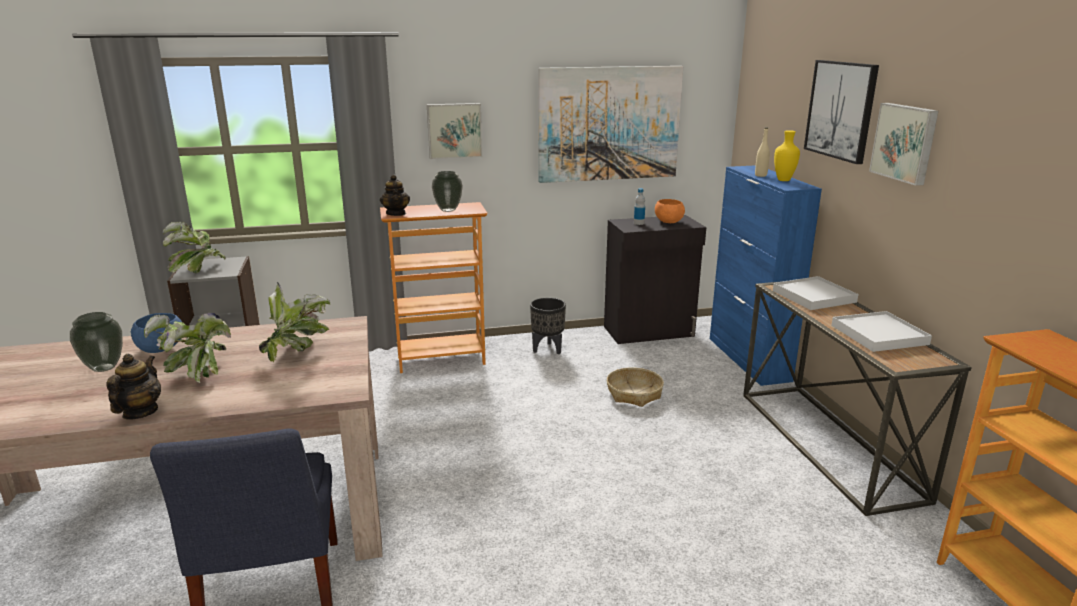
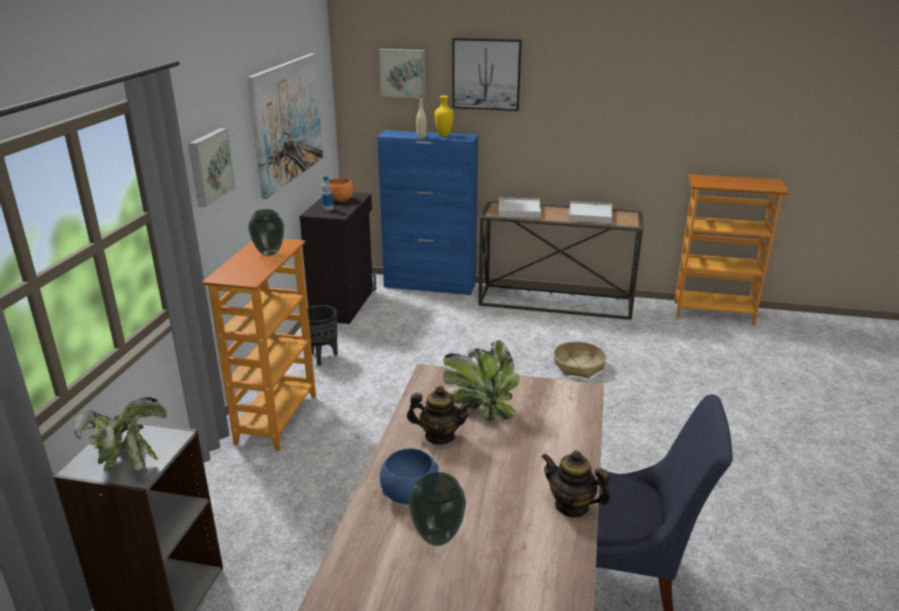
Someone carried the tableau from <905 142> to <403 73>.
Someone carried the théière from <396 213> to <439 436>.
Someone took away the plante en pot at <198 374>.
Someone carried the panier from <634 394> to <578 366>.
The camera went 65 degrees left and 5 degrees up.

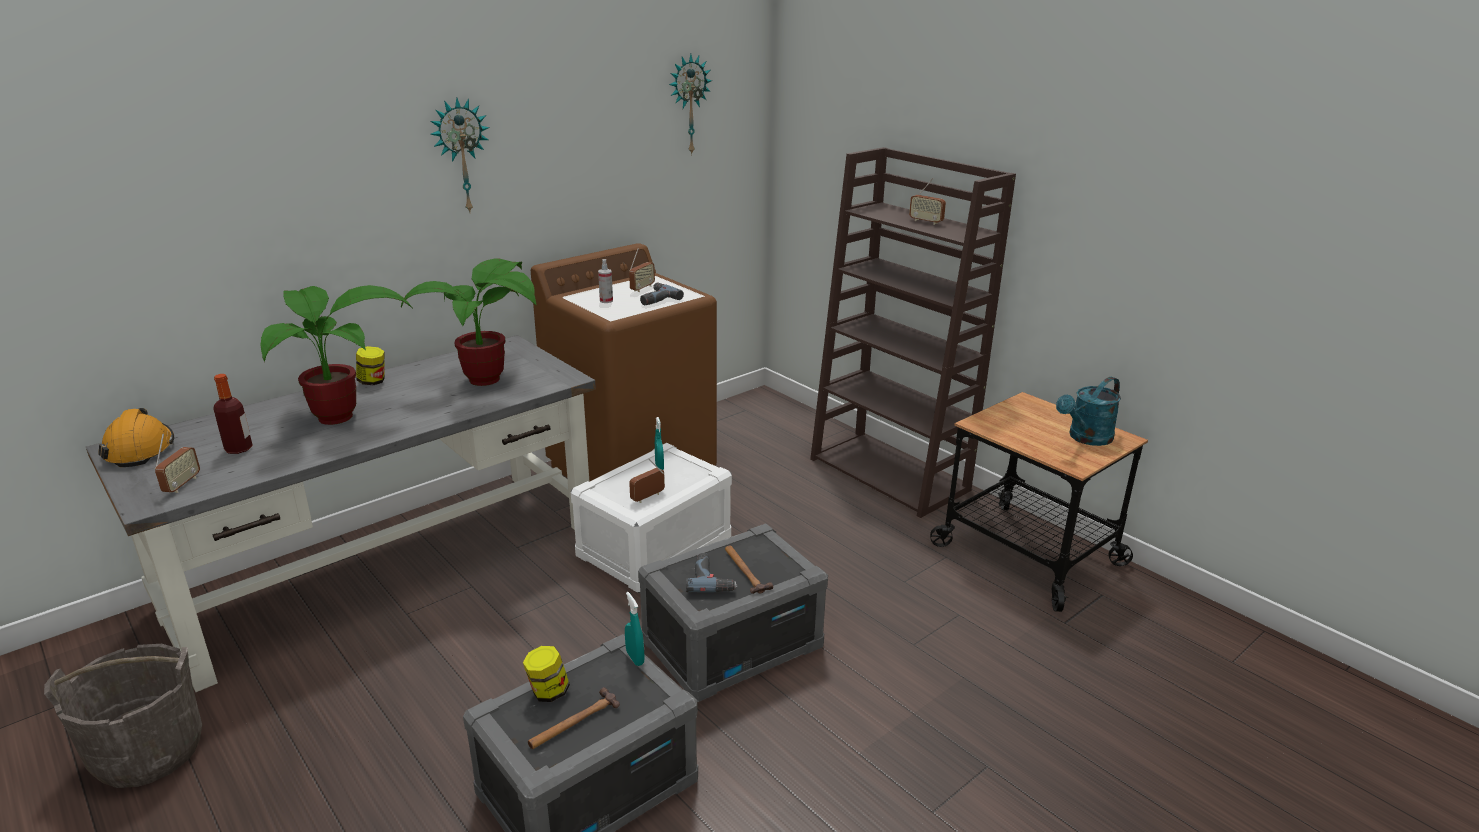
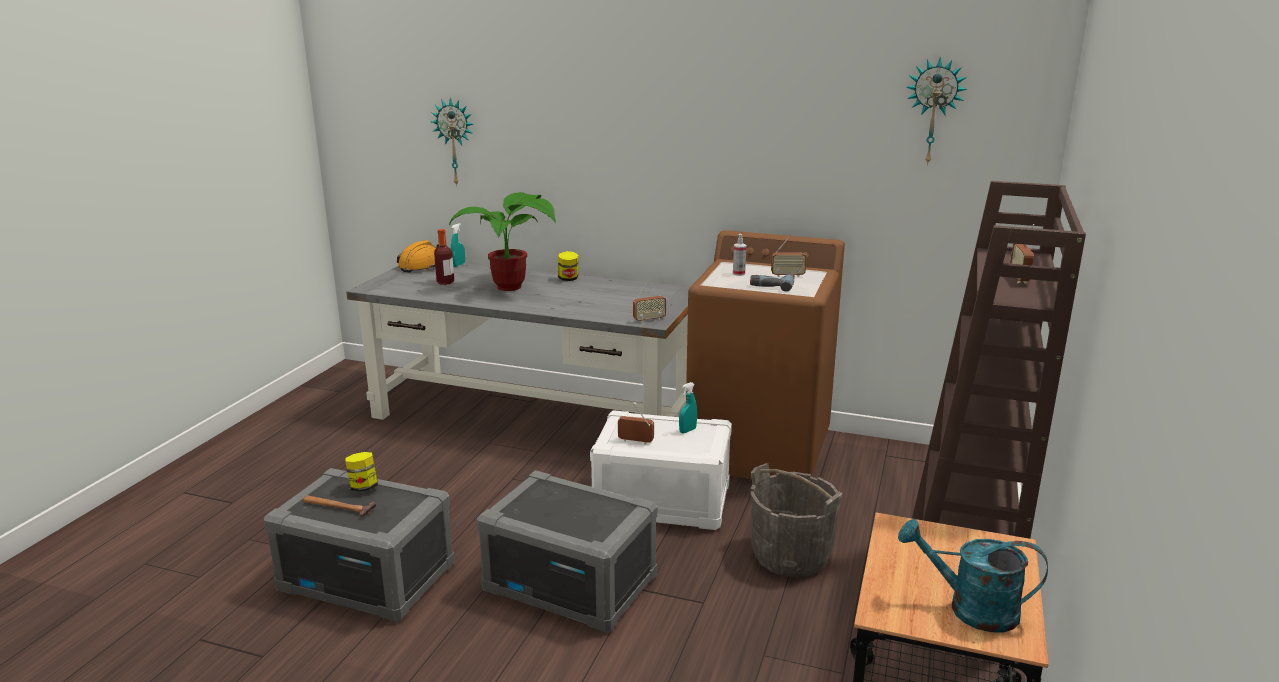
Someone carried the horloge murale from <461 156> to <455 142>.
Someone took away the plante en pot at <490 380>.
Someone carried the radio from <182 485> to <649 320>.
Someone took away the marteau at <745 571>.
Someone took away the perceuse at <712 579>.
Someone carried the vaporisateur [turquoise] from <635 658> to <458 265>.
Someone carried the seau [gris] from <149 751> to <791 555>.
The camera went 60 degrees right and 5 degrees down.

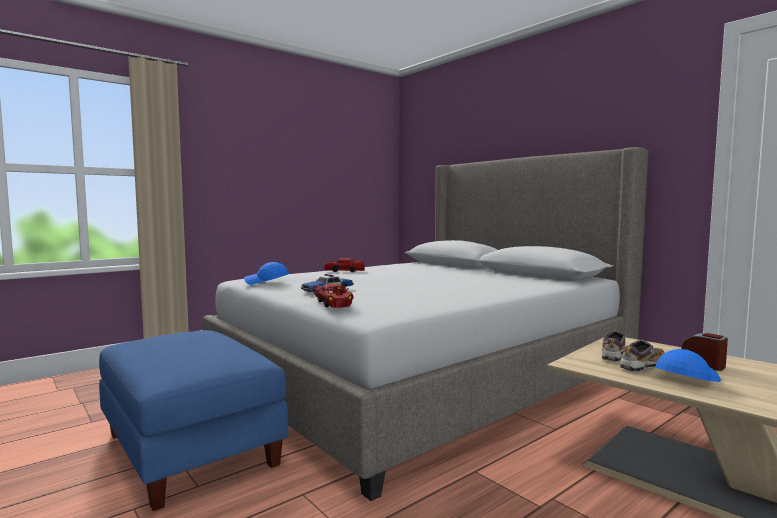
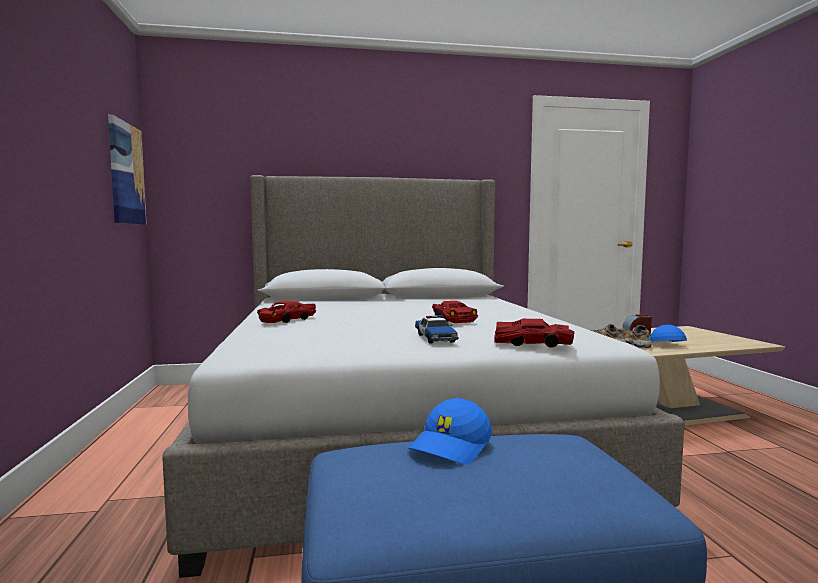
Someone carried the casquette [bleu] from <266 282> to <452 447>.
Someone put up the tableau at <126 174>.
Someone put down the petite voiture [rouge] at <452 319>.
The camera went 60 degrees left and 0 degrees up.

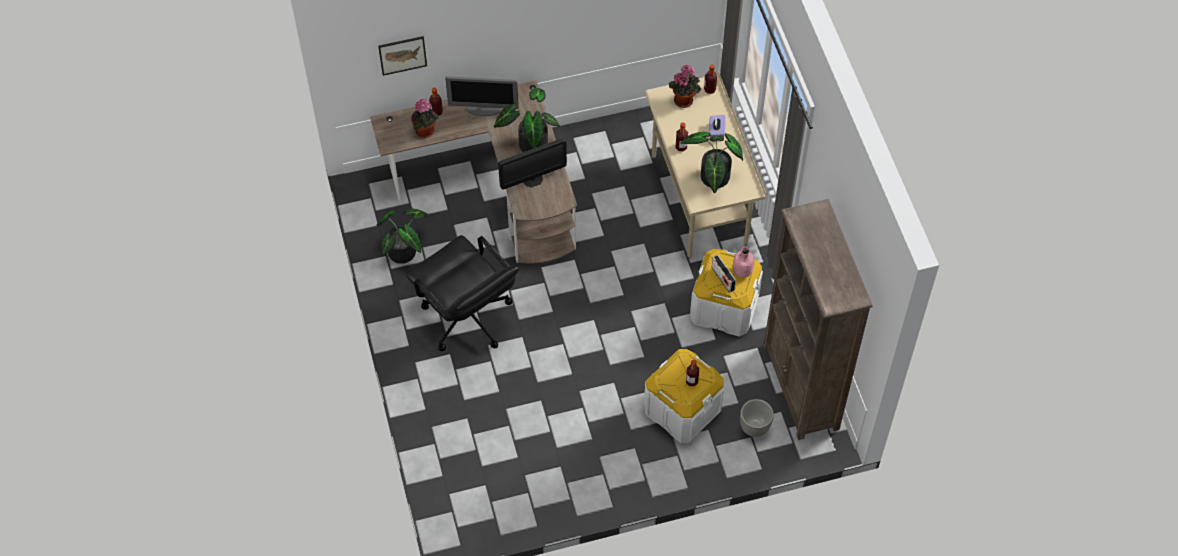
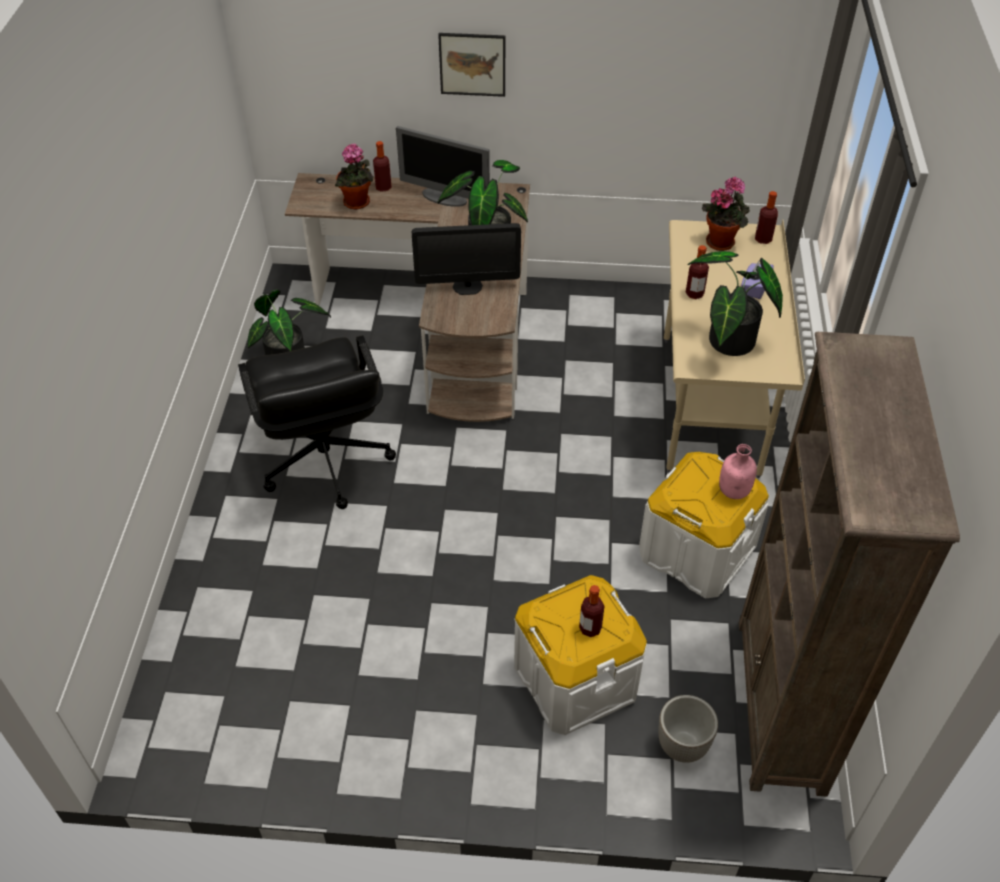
Someone carried the tableau from <402 55> to <472 64>.
Someone took away the radio at <723 278>.
The camera went 20 degrees right and 10 degrees down.

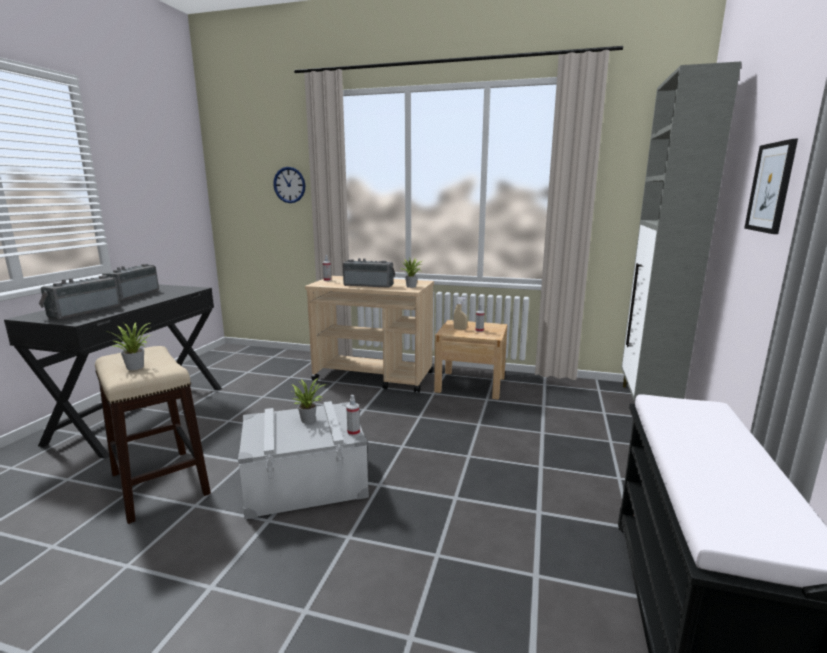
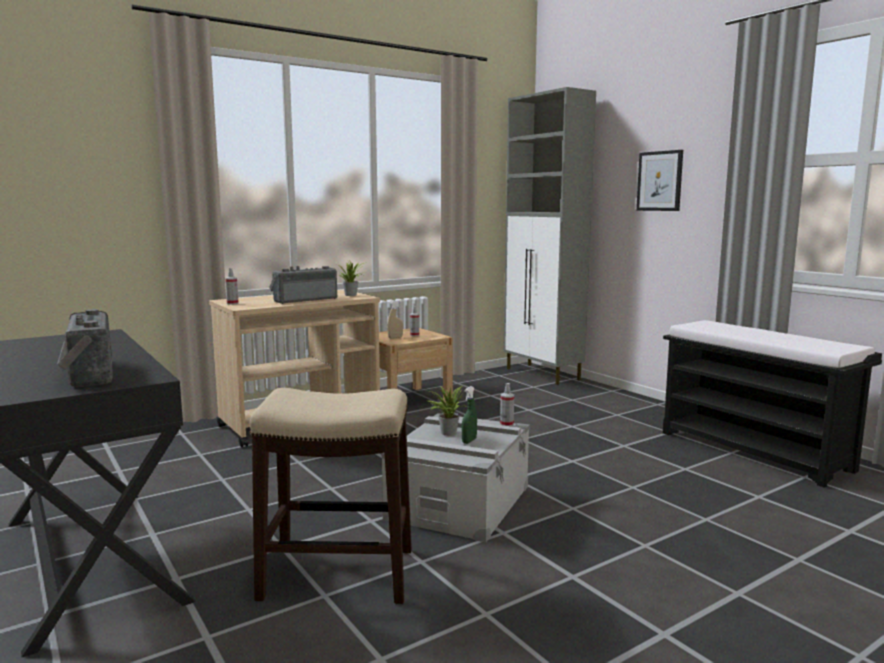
Someone took away the horloge murale at <289 185>.
Someone took away the radio at <131 295>.
Someone took away the plante en pot at <136 366>.
Someone put down the vaporisateur [vert] at <469 441>.
The camera went 50 degrees left and 5 degrees down.

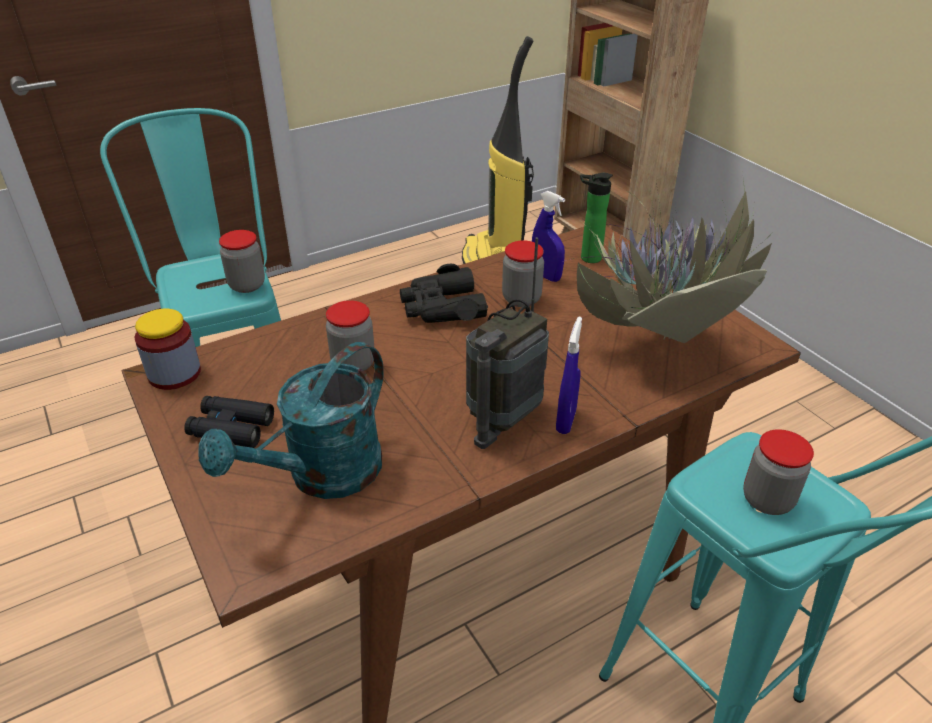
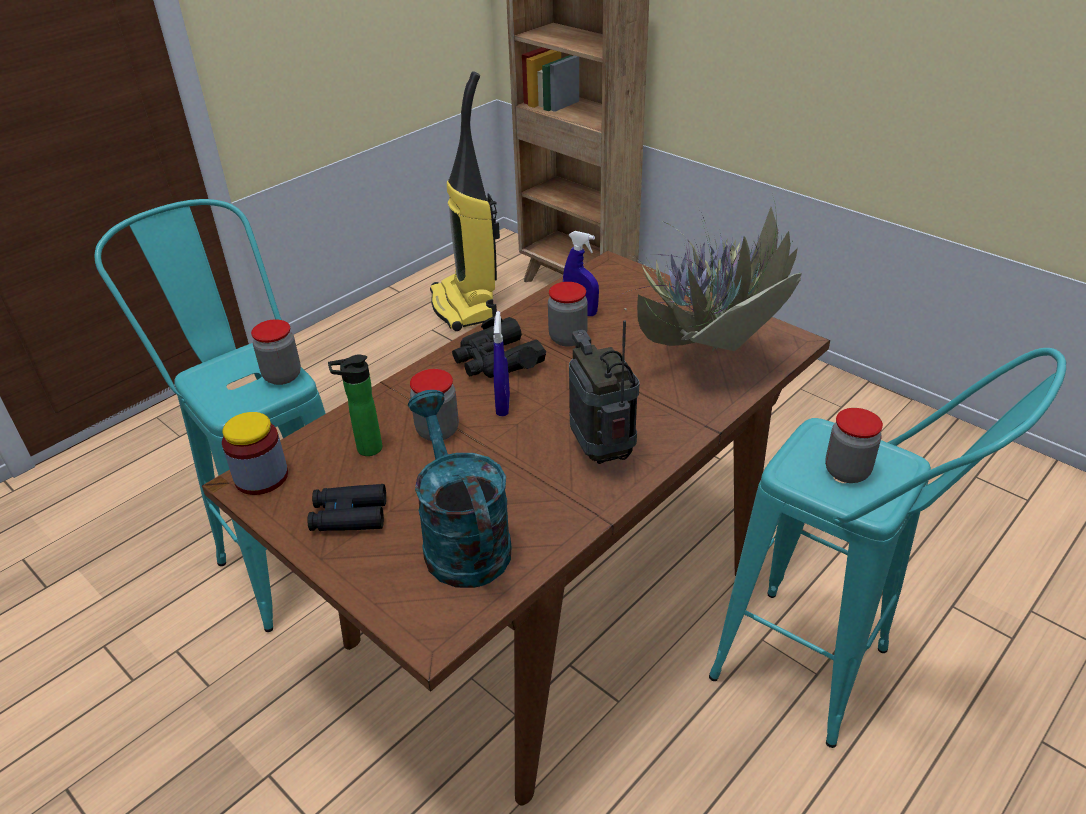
Someone carried the bouteille from <587 258> to <365 449>.
Someone rotated the radio at <503 419> by 135 degrees clockwise.
Someone carried the vaporisateur [bleu] from <566 421> to <503 405>.
Someone rotated the arrosoir [turquoise] at <322 476> by 135 degrees clockwise.
The camera went 15 degrees left and 0 degrees up.

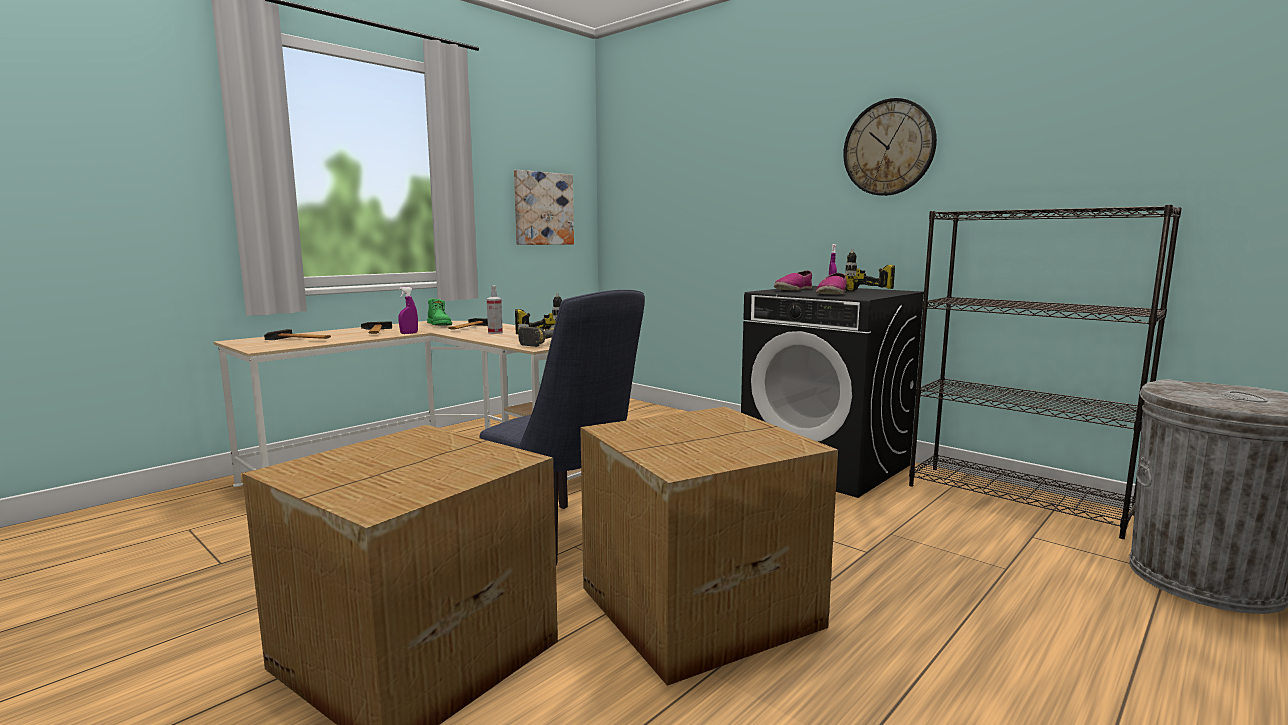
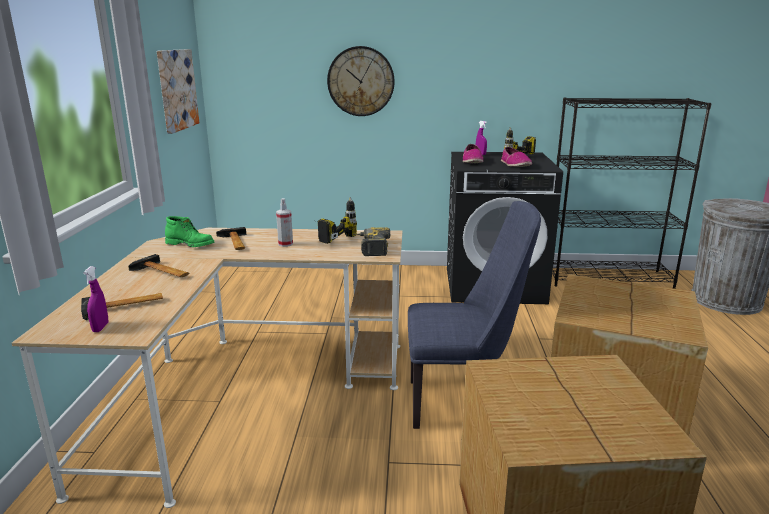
Someone carried the horloge murale from <889 148> to <361 81>.
Someone carried the vaporisateur [violet] from <409 333> to <100 327>.
The camera went 40 degrees left and 10 degrees up.

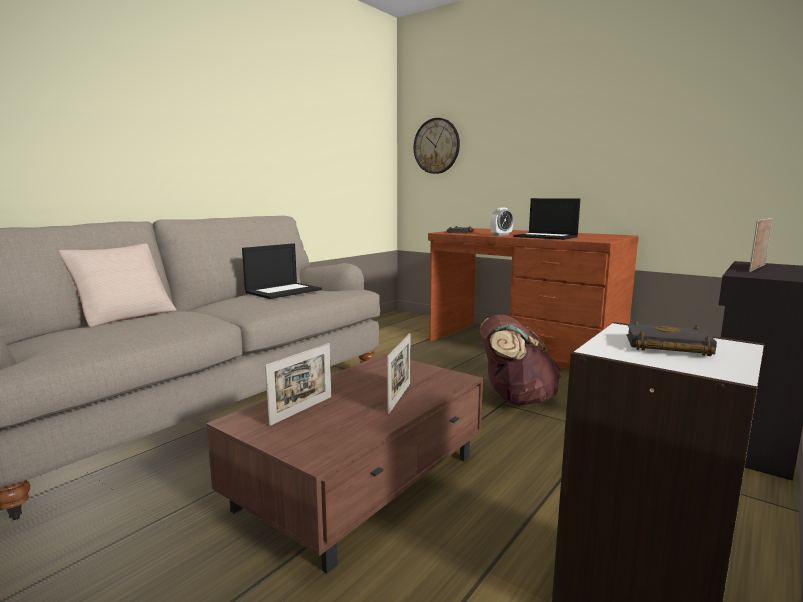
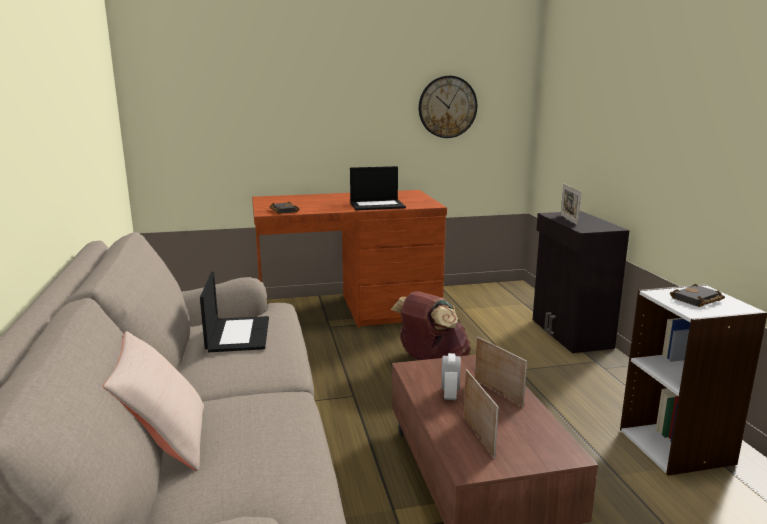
Someone carried the horloge murale from <436 146> to <447 107>.
Someone carried the réveil from <501 235> to <450 394>.
The camera went 50 degrees left and 5 degrees up.

